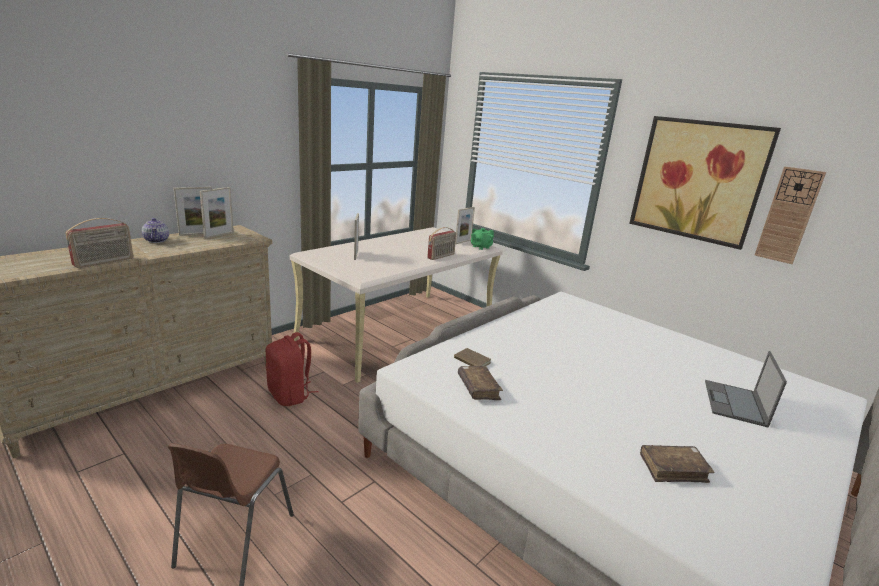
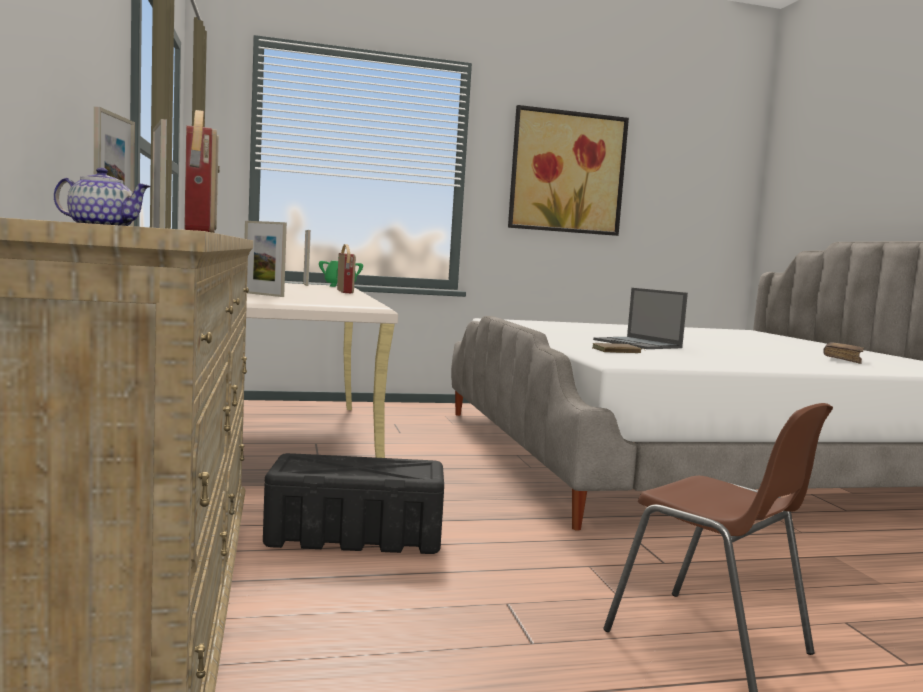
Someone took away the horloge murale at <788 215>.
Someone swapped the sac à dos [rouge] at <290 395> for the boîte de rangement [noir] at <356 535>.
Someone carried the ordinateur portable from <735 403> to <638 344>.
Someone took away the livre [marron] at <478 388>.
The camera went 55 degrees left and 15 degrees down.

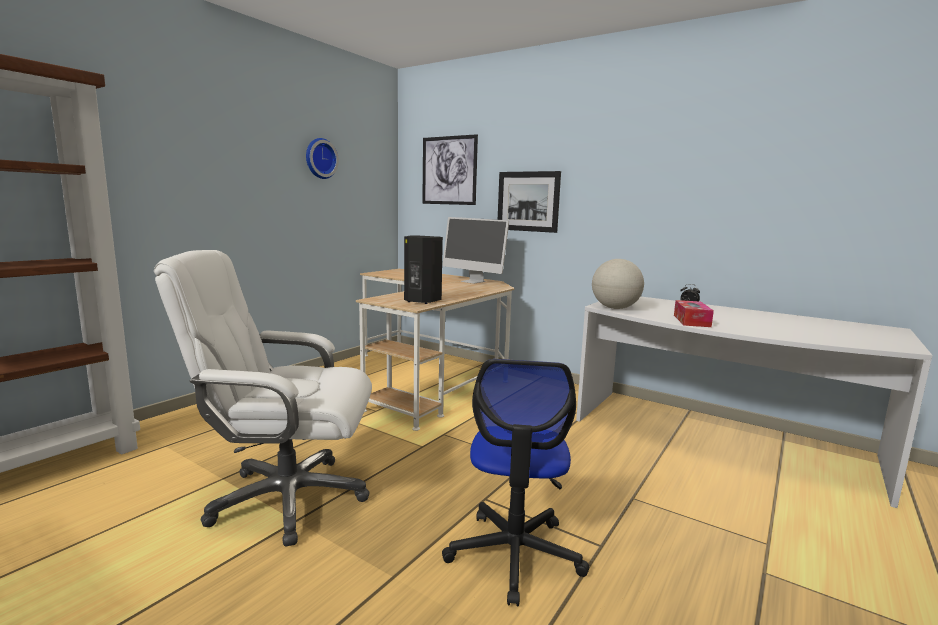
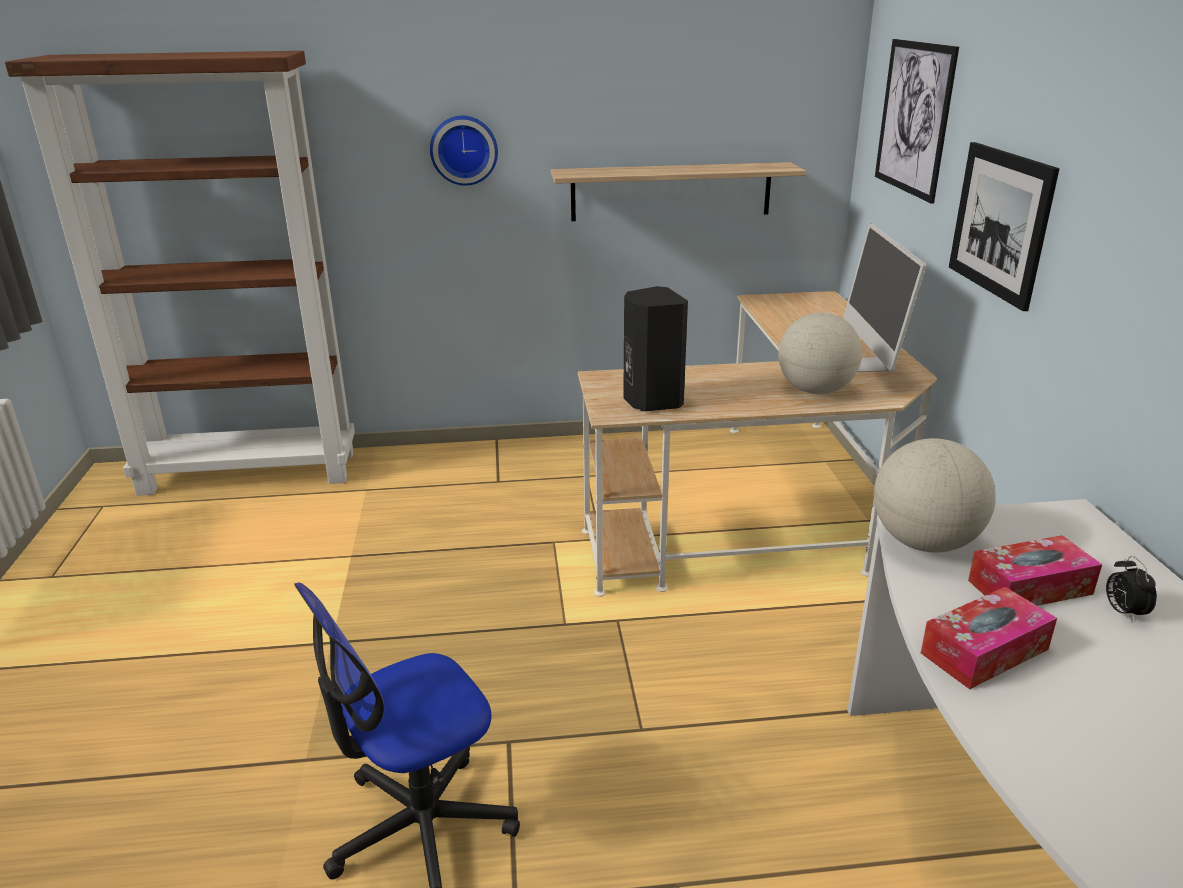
Someone carried the horloge murale from <320 158> to <464 150>.
Someone took away the chaise de bureau [blanc] at <287 499>.
Someone put up the étagère at <671 191>.
Someone put down the globe at <815 390>.
Someone put down the boîte à mouchoirs at <1029 587>.
The camera went 50 degrees right and 15 degrees up.

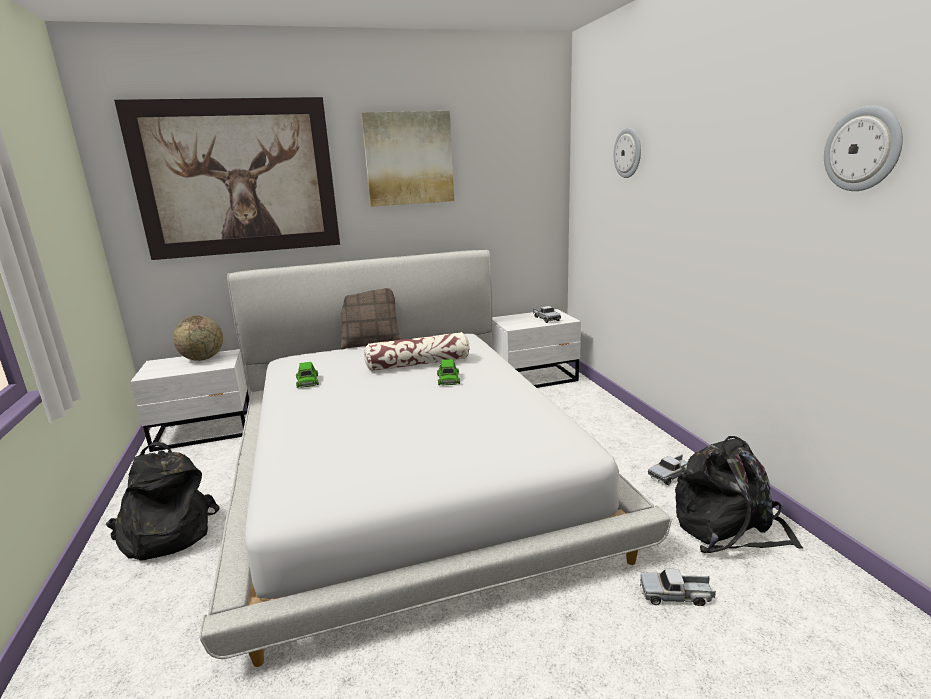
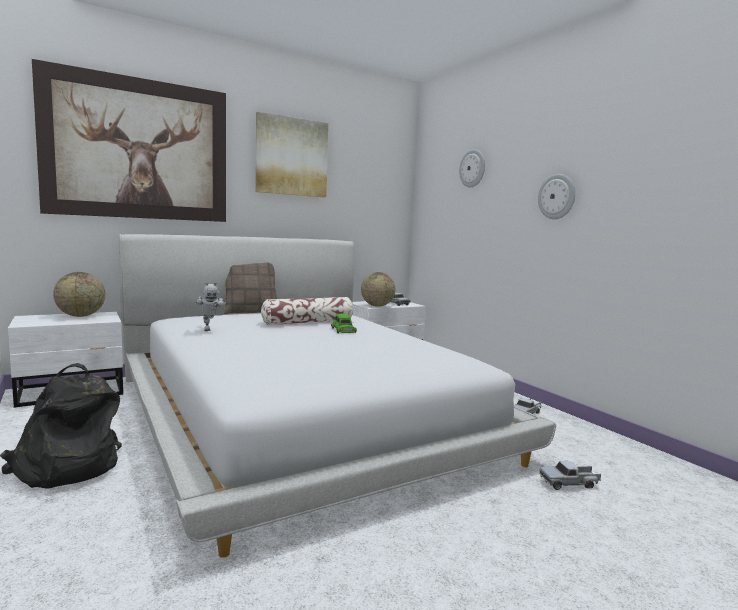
Someone carried the horloge murale from <862 149> to <557 196>.
Someone swapped the petite voiture [vert] at <307 381> for the robot jouet at <209 329>.
Someone took away the sac à dos [noir] at <728 528>.
Someone put down the globe at <377 306>.
The camera went 15 degrees left and 10 degrees down.

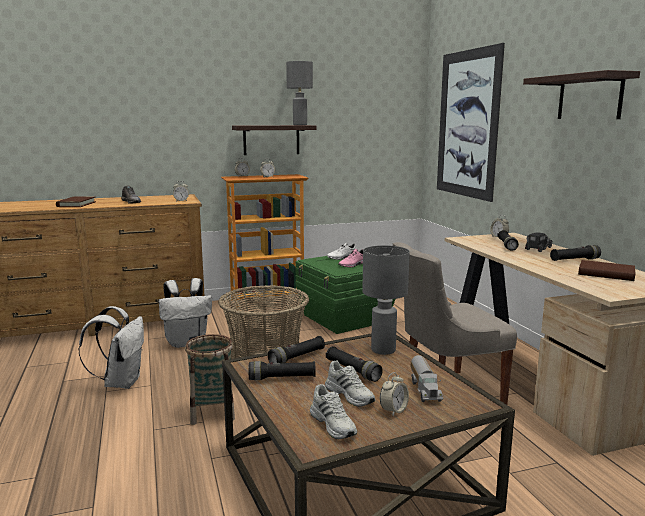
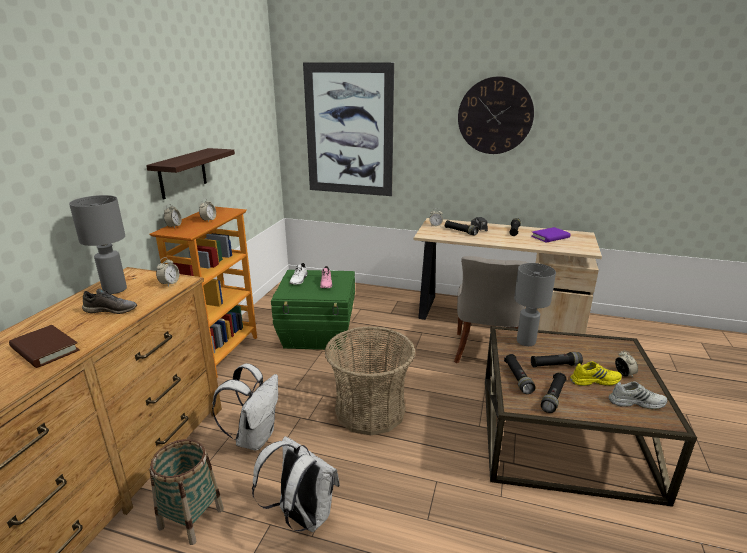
Someone carried the lampe de table [gris] from <300 125> to <115 289>.
Someone swapped the étagère at <589 97> for the horloge murale at <495 116>.
Someone repainted the livre [marron] at <606 274>, which became the livre [violet] at <550 237>.
Someone carried the panier from <212 411> to <191 518>.
Someone took away the camion jouet at <425 390>.
Someone repainted the chaussure [blanc] at <350 395>, which became the chaussure [jaune] at <594 380>.
The camera went 55 degrees left and 10 degrees up.

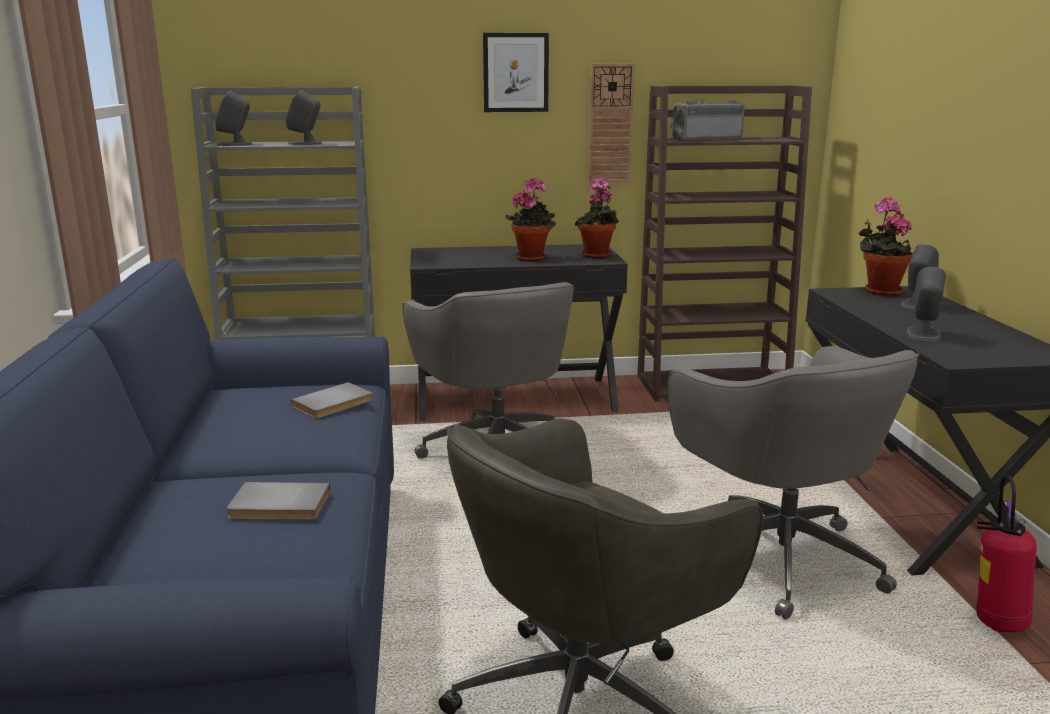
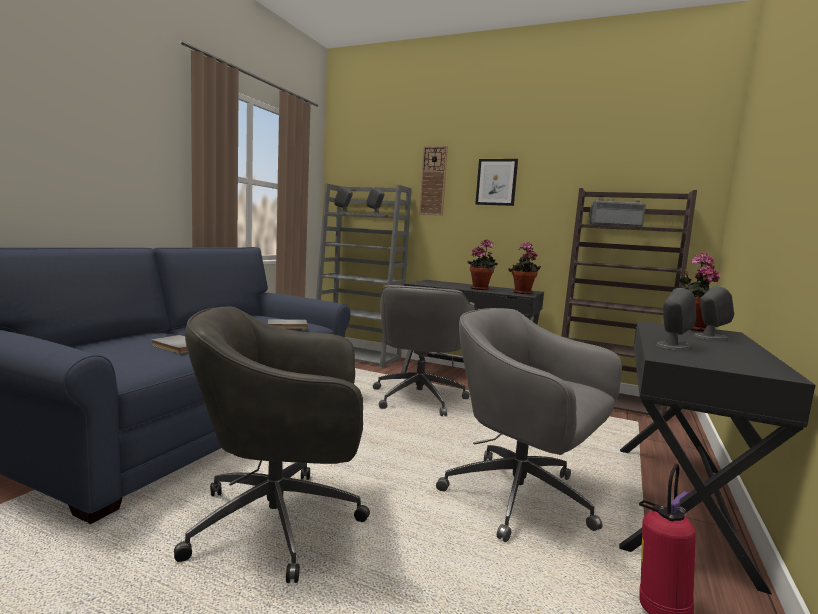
Someone carried the horloge murale from <610 124> to <433 181>.
Someone rotated the chaise de bureau [gris] at <778 556> by 120 degrees clockwise.
The camera went 30 degrees right and 10 degrees down.

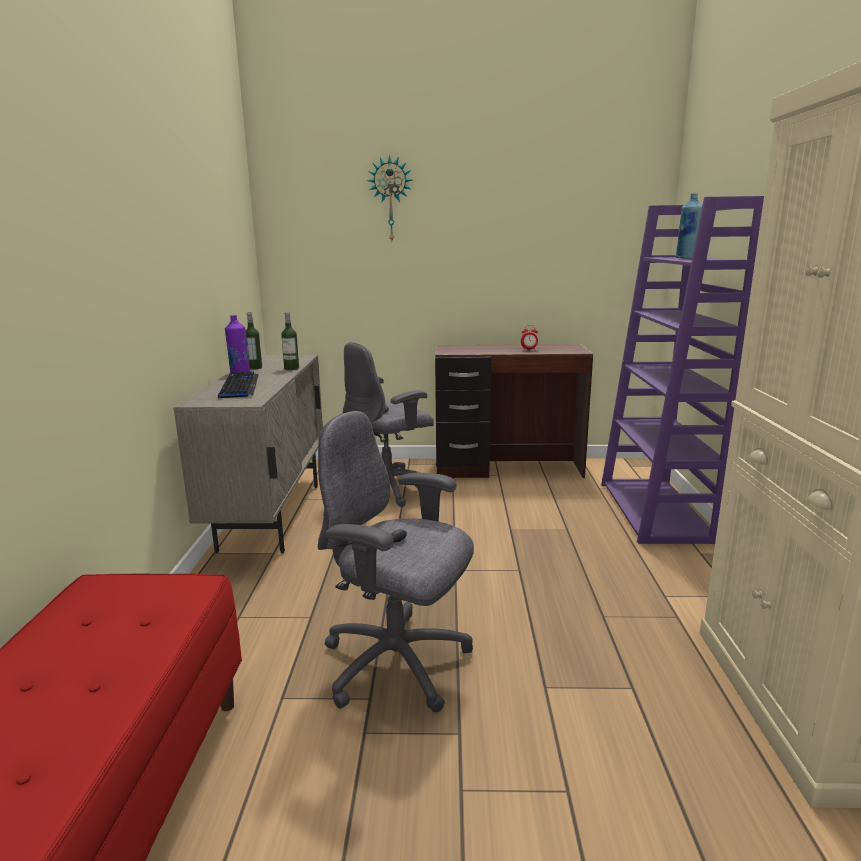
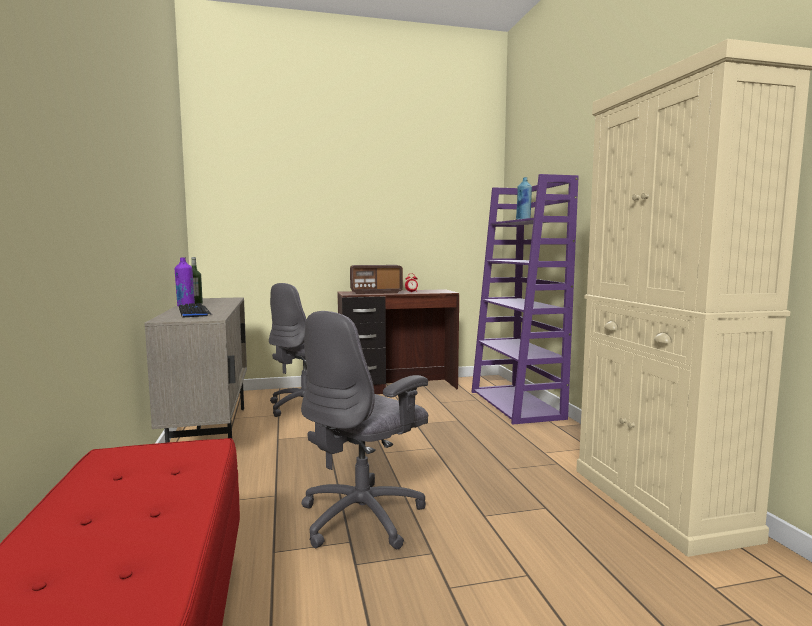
Someone took away the horloge murale at <390 200>.
Someone took away the bouteille at <291 368>.
Someone rotated the chaise de bureau [gris] at <398 665> by 60 degrees counterclockwise.
Someone put down the radio at <376 292>.
The camera went 15 degrees left and 10 degrees down.

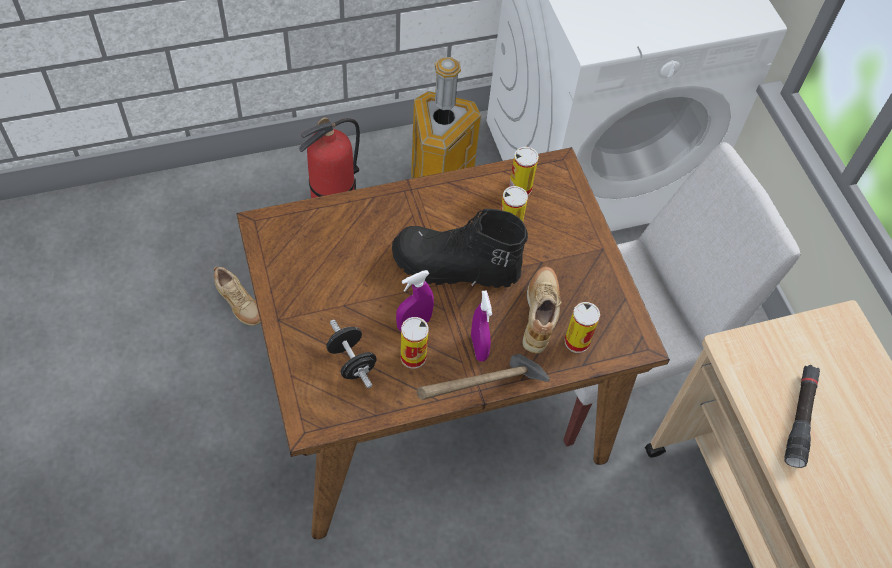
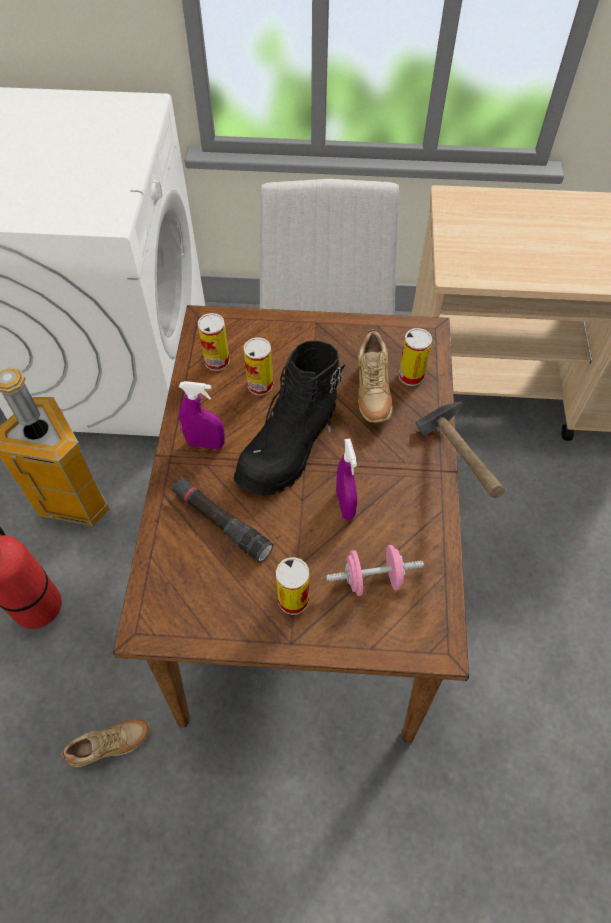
Someone rotated the chaussure [beige] at <540 315> by 120 degrees counterclockwise.
Someone carried the vaporisateur [violet] from <479 347> to <205 444>.
Someone carried the boîte métallique from <413 357> to <293 600>.
Someone repainted the haltère [noir] at <351 362>, which became the haltère [rose] at <373 579>.
Someone carried the lampe de poche [noir] from <800 418> to <221 523>.
The camera went 65 degrees left and 0 degrees up.

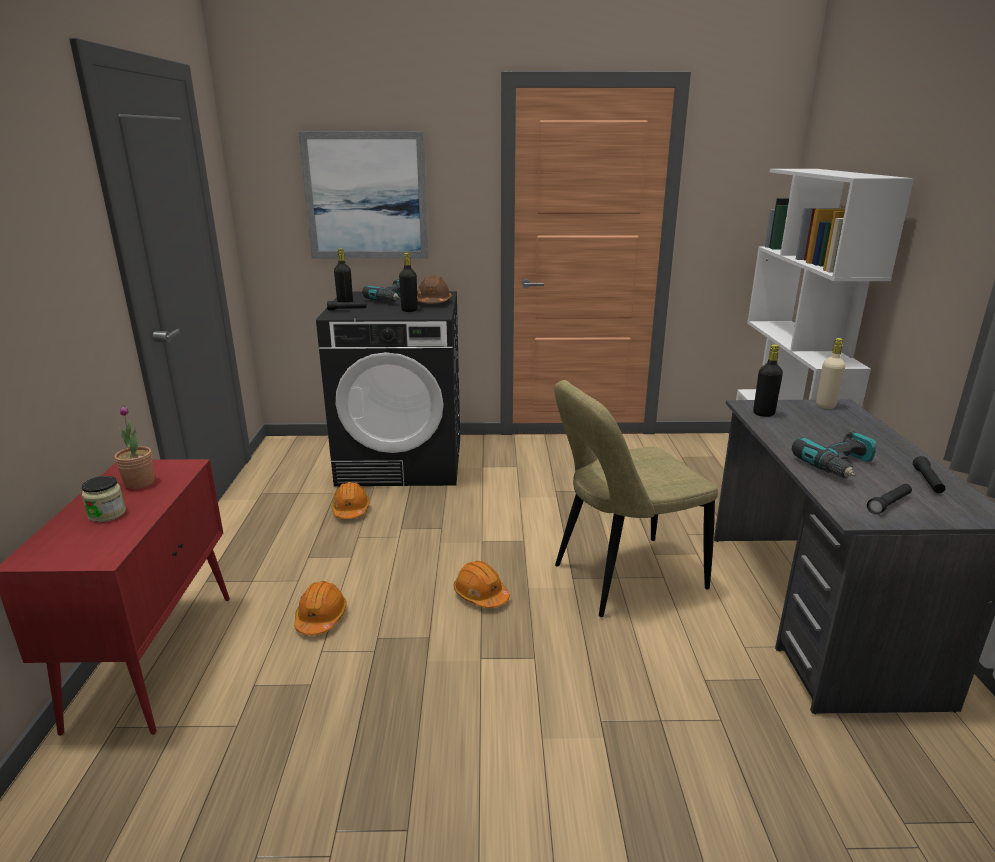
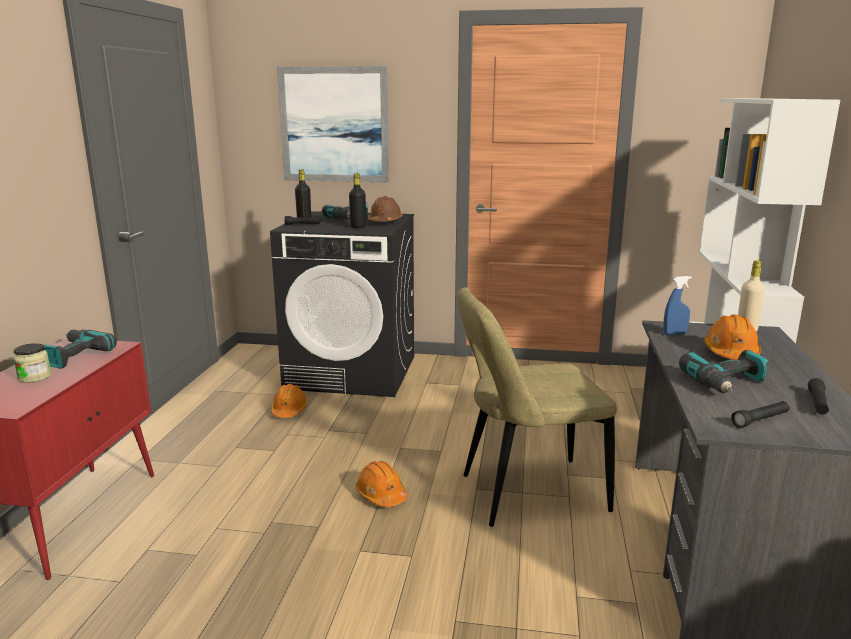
Someone swapped the bouteille [noir] at <763 413> for the vaporisateur [bleu] at <674 334>.
Someone swapped the plante en pot at <139 483> for the perceuse at <73 356>.
Someone carried the casque de chantier [orange] from <321 618> to <731 353>.
The camera went 10 degrees right and 5 degrees down.

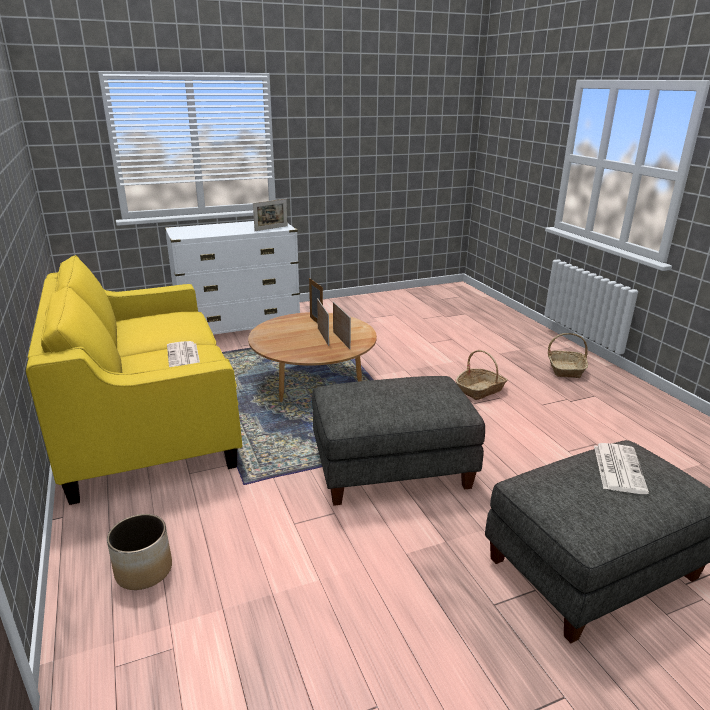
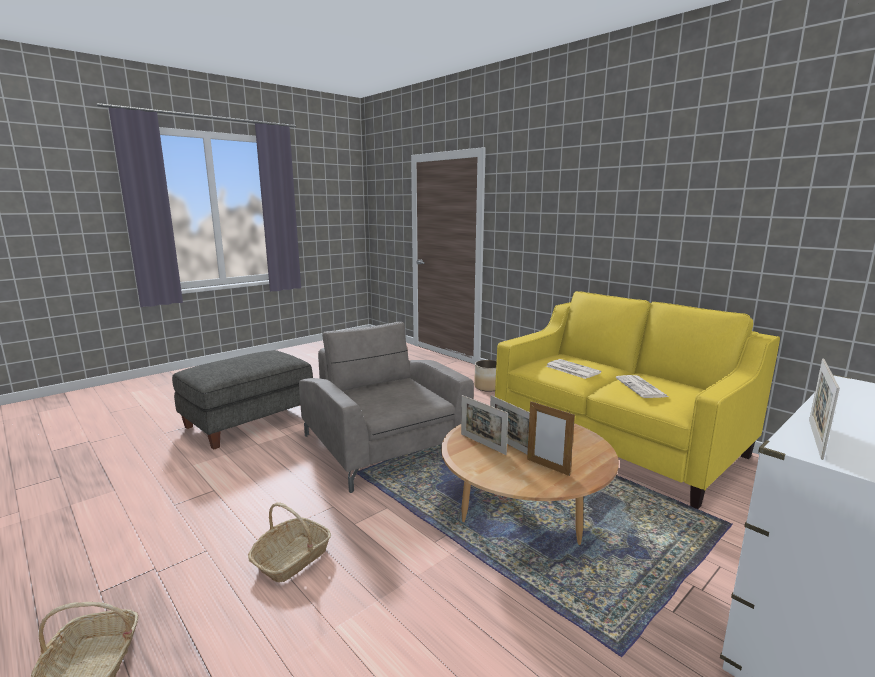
Someone swapped the pouf [gris] at <391 469> for the fauteuil [gris] at <384 445>.
Someone carried the journal from <618 468> to <641 388>.
The camera went 160 degrees right and 10 degrees down.

